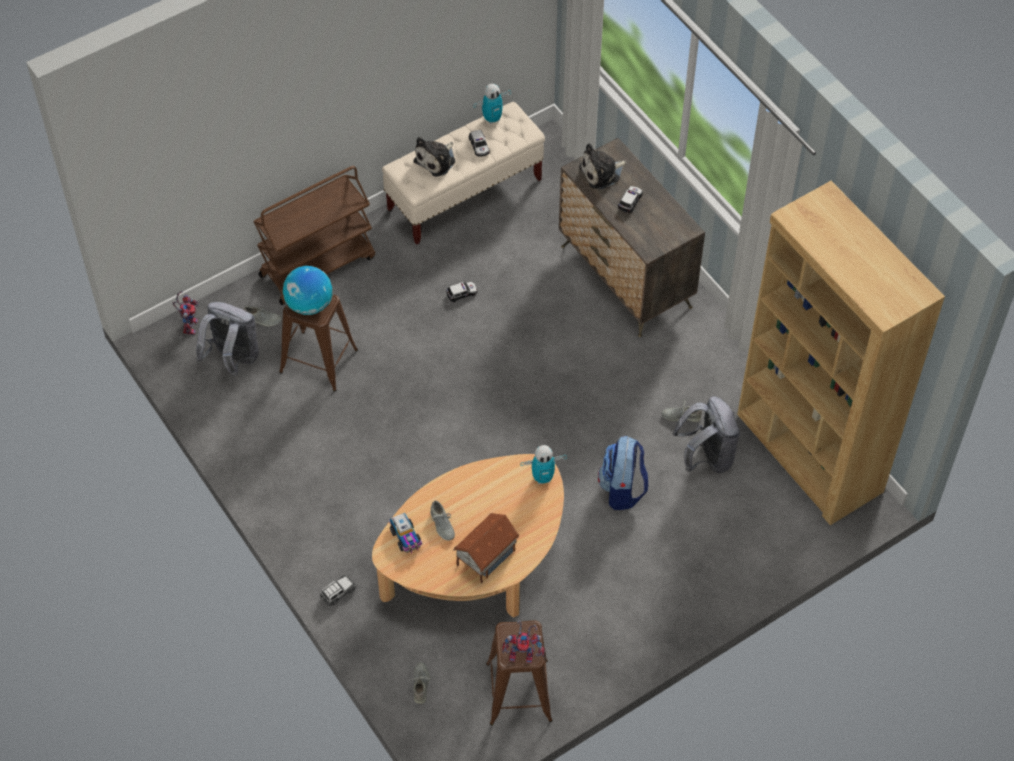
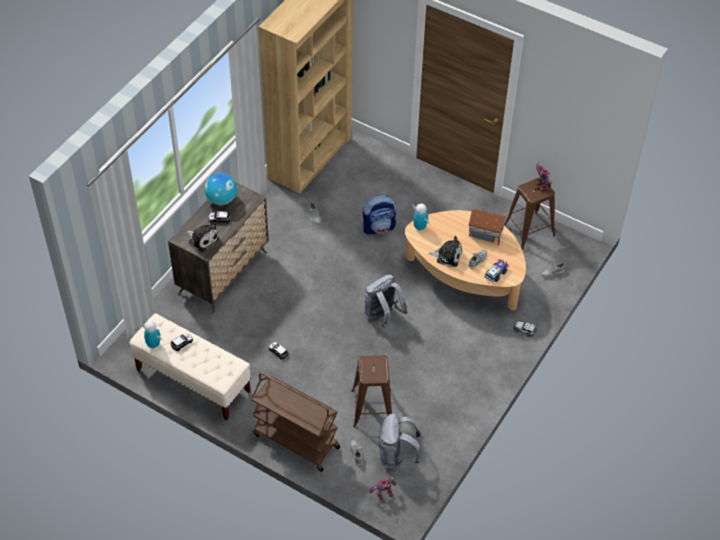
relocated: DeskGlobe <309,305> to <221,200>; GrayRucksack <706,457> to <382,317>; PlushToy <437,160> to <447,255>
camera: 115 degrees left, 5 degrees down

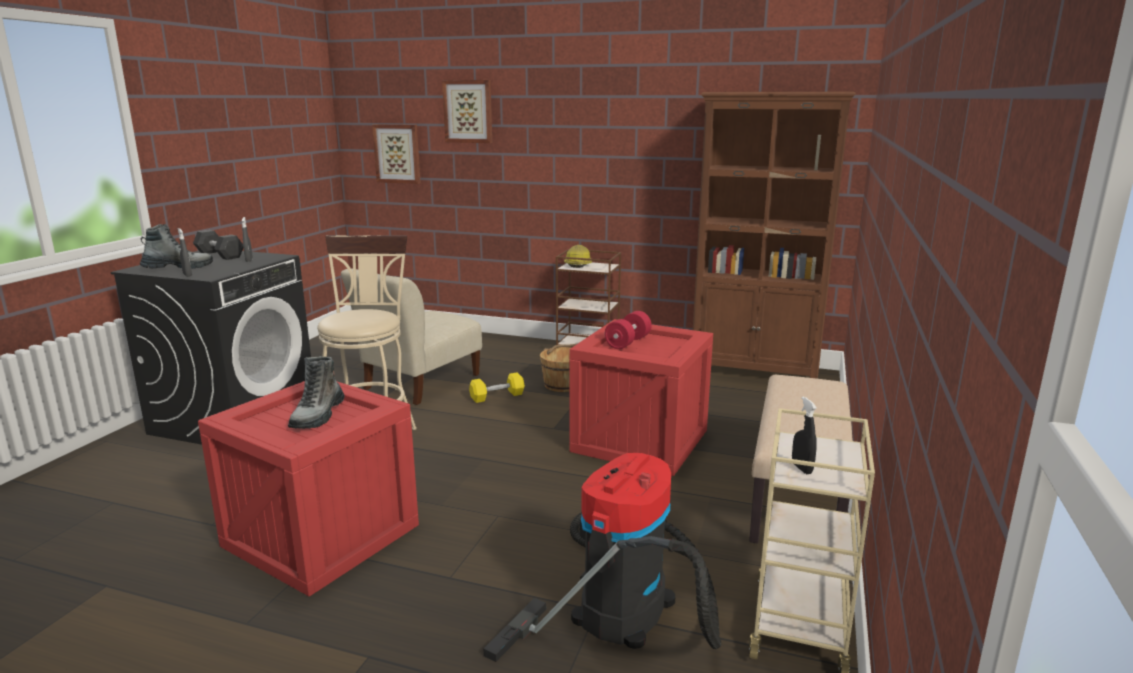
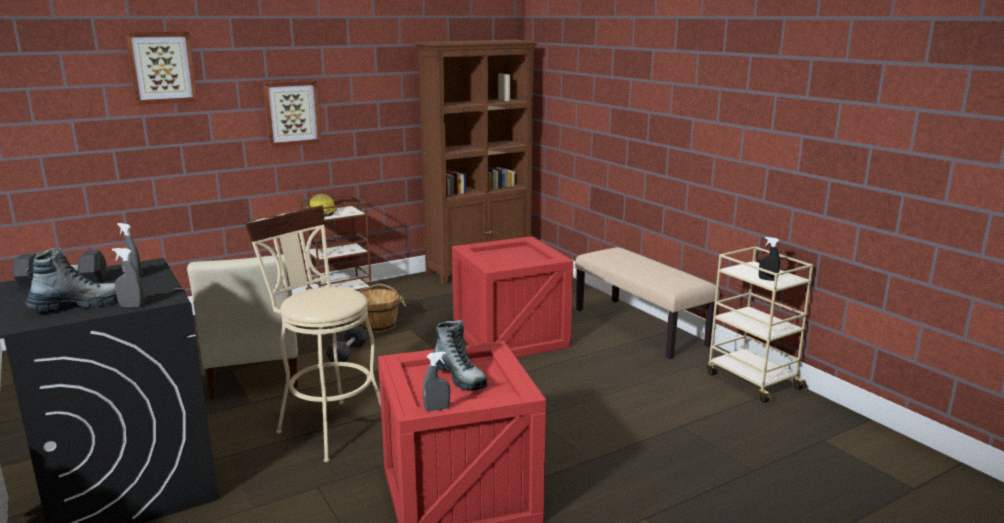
missing: VacuumCleaner <626,602>; ReddishHandWeight <628,342>
appeared: GraySprayBottle <437,409>
relocated: WallPicture <397,153> to <292,113>
colour: YellowHandWeight <497,396> to GrayHandWeight <348,353>
spun: HighTopBoot <178,268> = <78,305> 45 degrees clockwise
camera: 50 degrees left, 0 degrees up

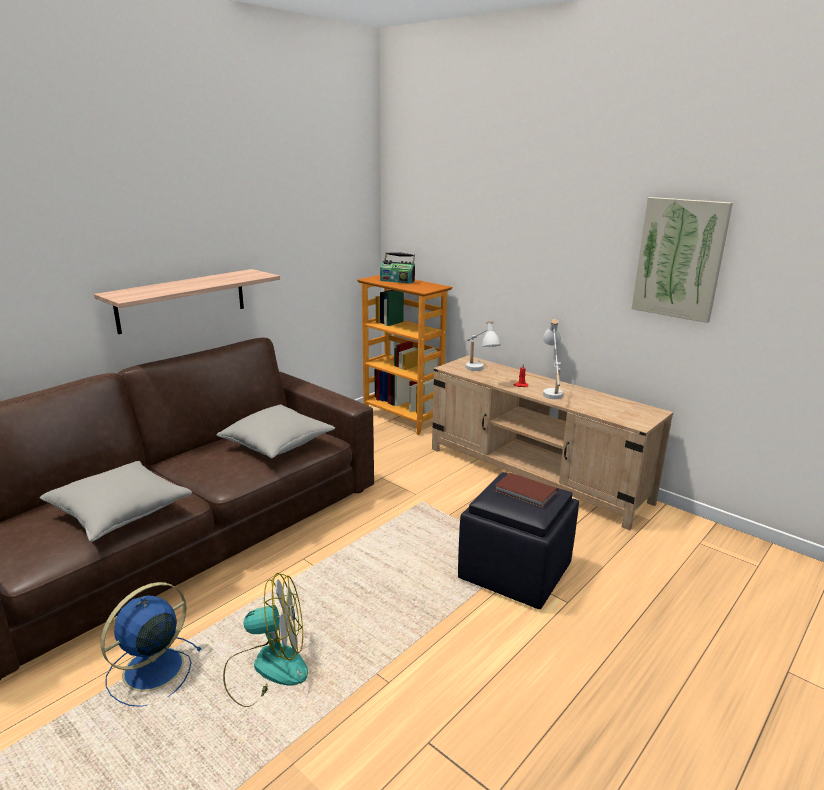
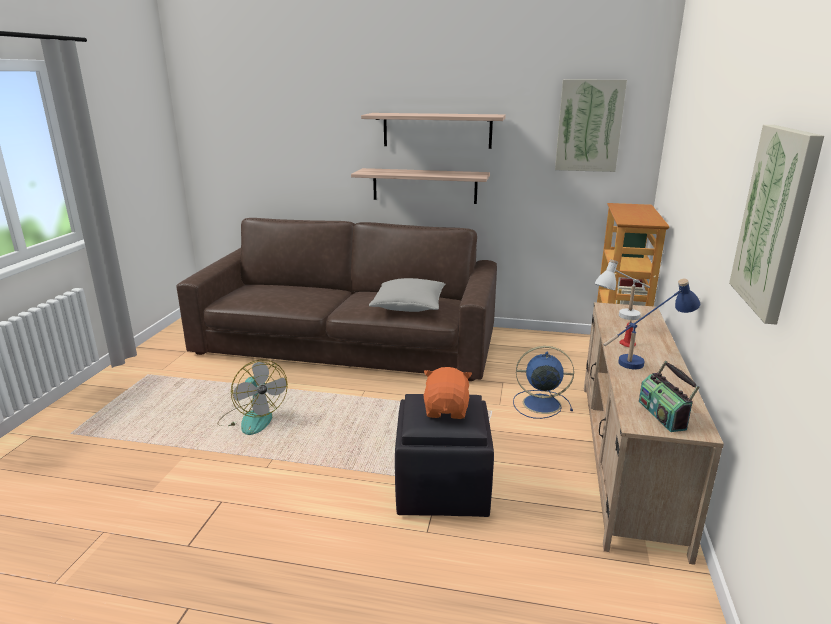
missing: GrayCushion <120,512>
appeared: Shelf <437,130>; WallPicture <589,126>
relocated: BlueColouredElectricFan <151,670> to <539,404>; Radio <397,281> to <663,415>
exchanged: BrownBoundBook <525,492> to OrangeyPlushToy <447,410>
colour: WhiteColouredTabletopLamp <551,390> to BlueColouredTabletopLamp <645,360>
camera: 60 degrees right, 0 degrees up

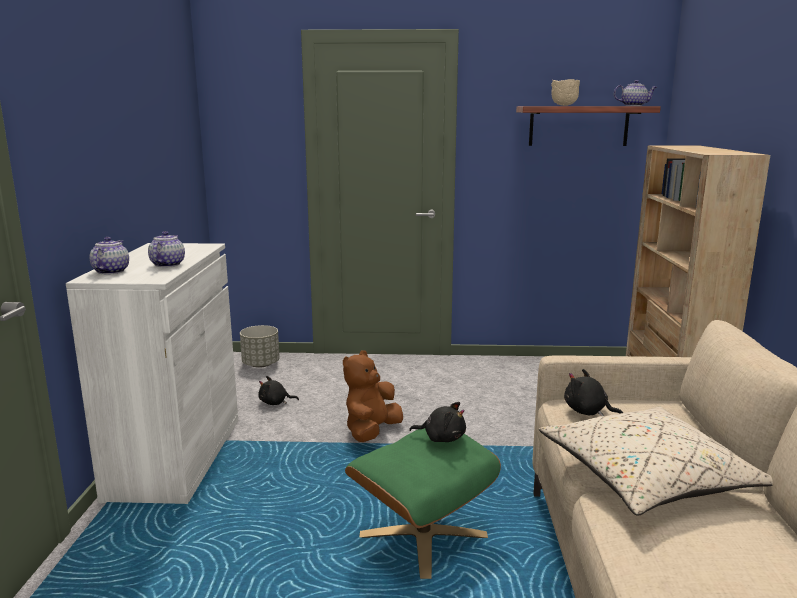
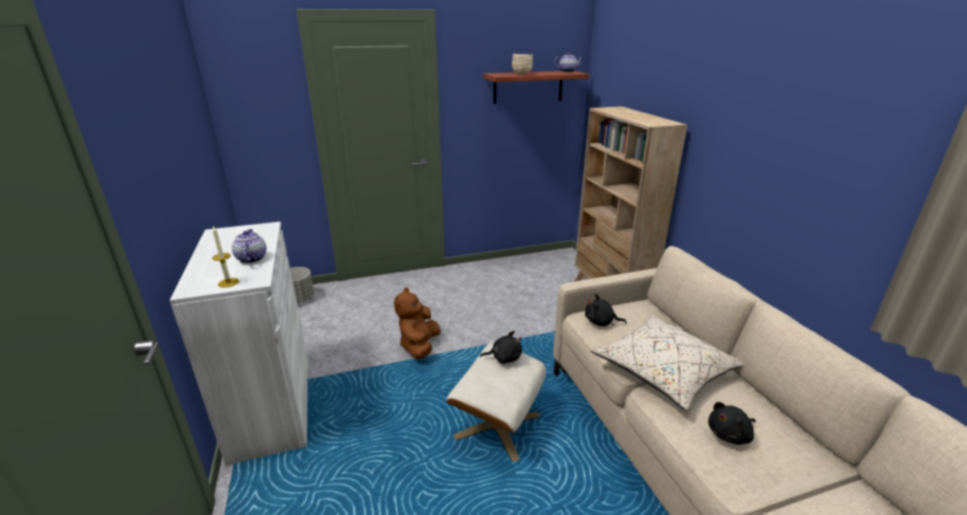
missing: Teapot <111,271>
appeared: WaxLight <228,282>
relocated: BlackColouredPlushToy <275,403> to <730,435>
colour: GreenColouredFootrest <423,535> to BeigeColouredFootrest <497,426>
camera: 20 degrees left, 10 degrees up

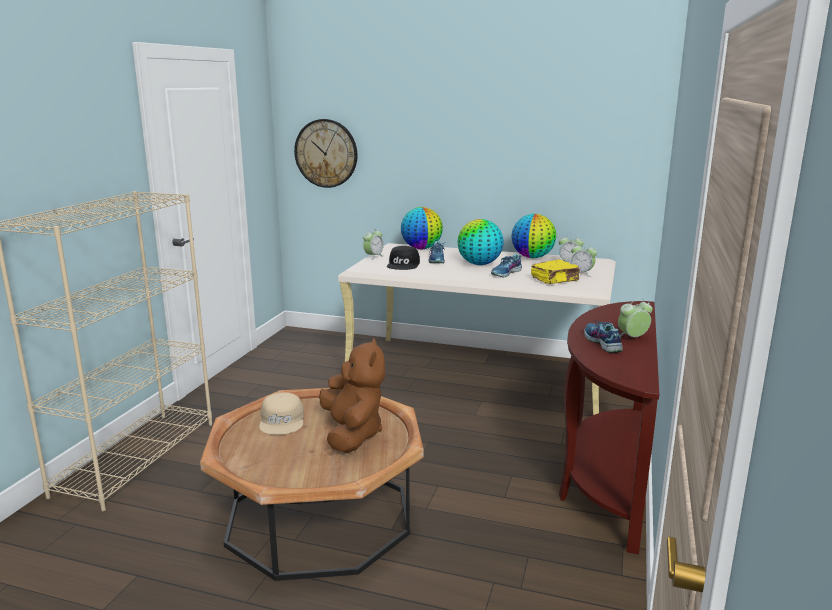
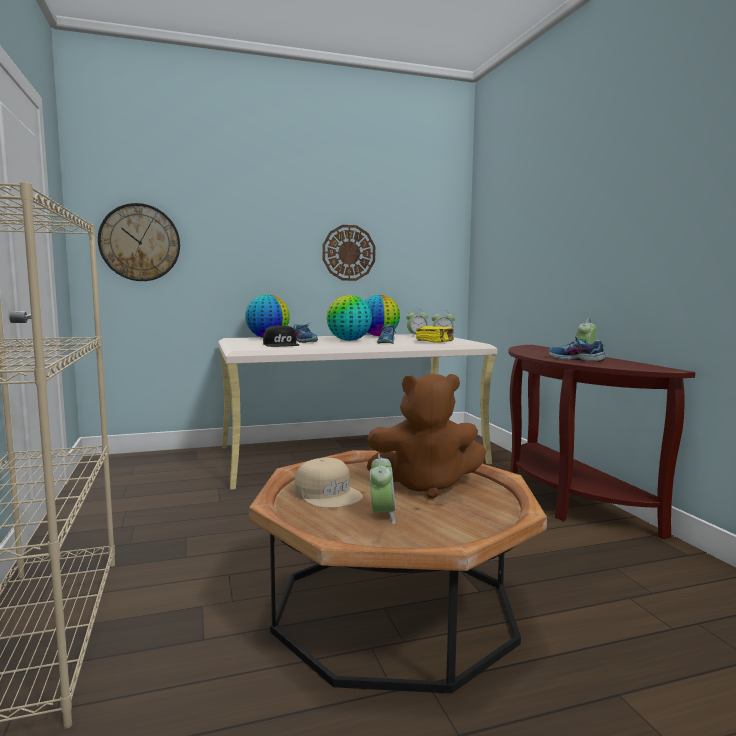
appeared: HangingClock <348,253>
relocated: AlarmClock <373,257> to <382,515>
spun: BrownPlushToy <352,434> = <425,485> 135 degrees clockwise
camera: 35 degrees left, 10 degrees down

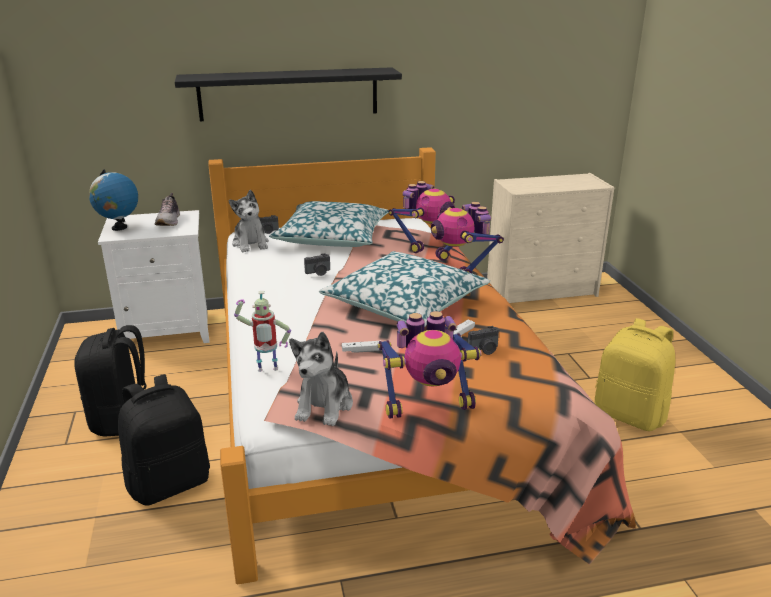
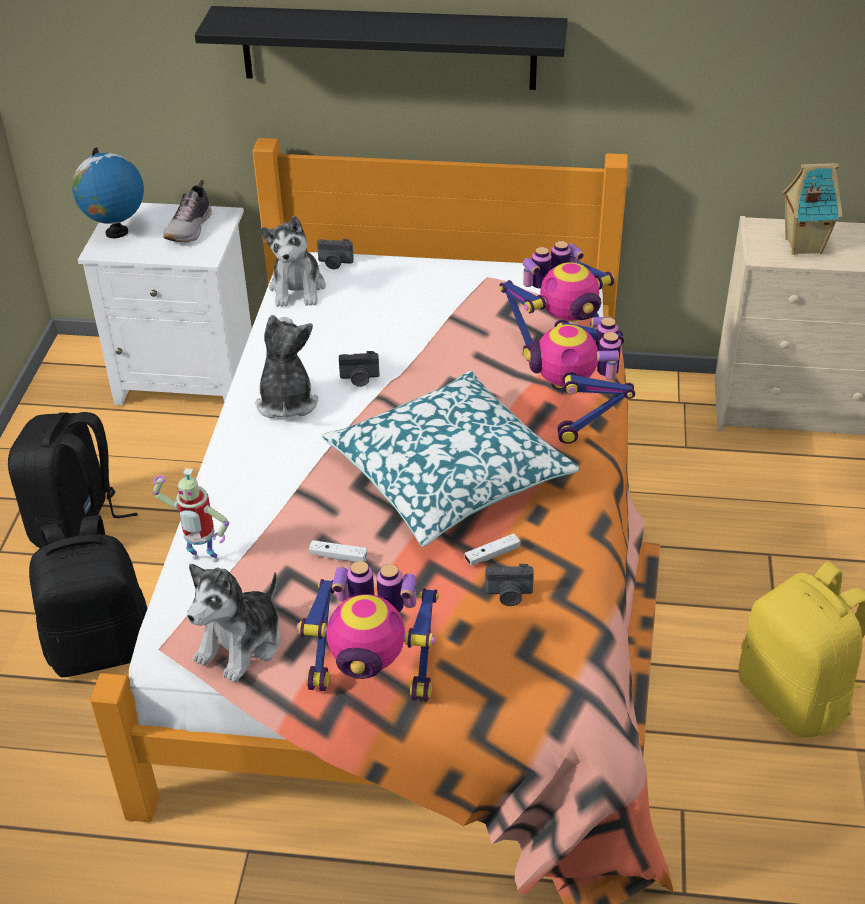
missing: Cushion <332,237>
appeared: PlushToy <286,402>; MiniatureHouse <802,245>
camera: 20 degrees right, 15 degrees up

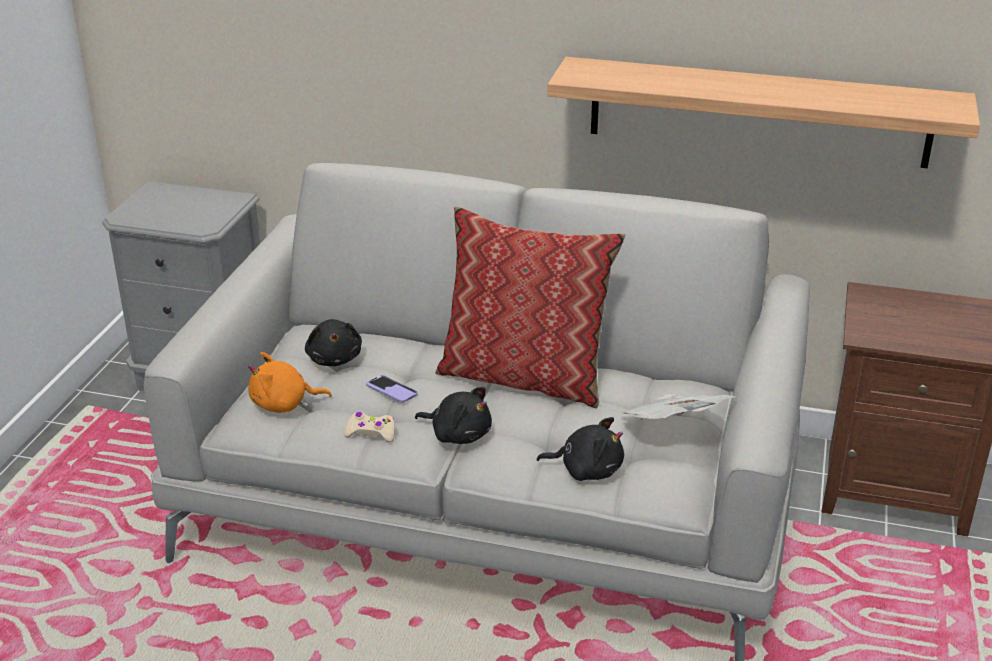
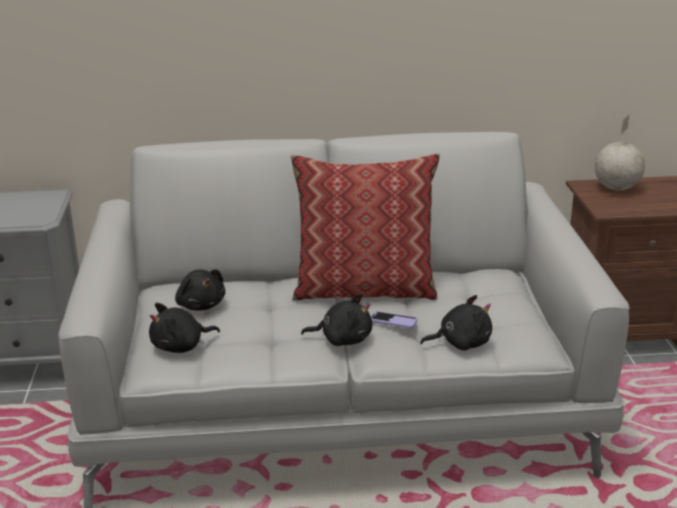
missing: BeigeColouredGameController <371,433>; Shelf <758,112>; PrintedPaper <674,429>
appeared: DeskGlobe <616,188>
relocated: Phone <391,390> to <393,321>
colour: OrangeyPlushToy <284,404> to BlackColouredPlushToy <181,346>
camera: 20 degrees left, 5 degrees down

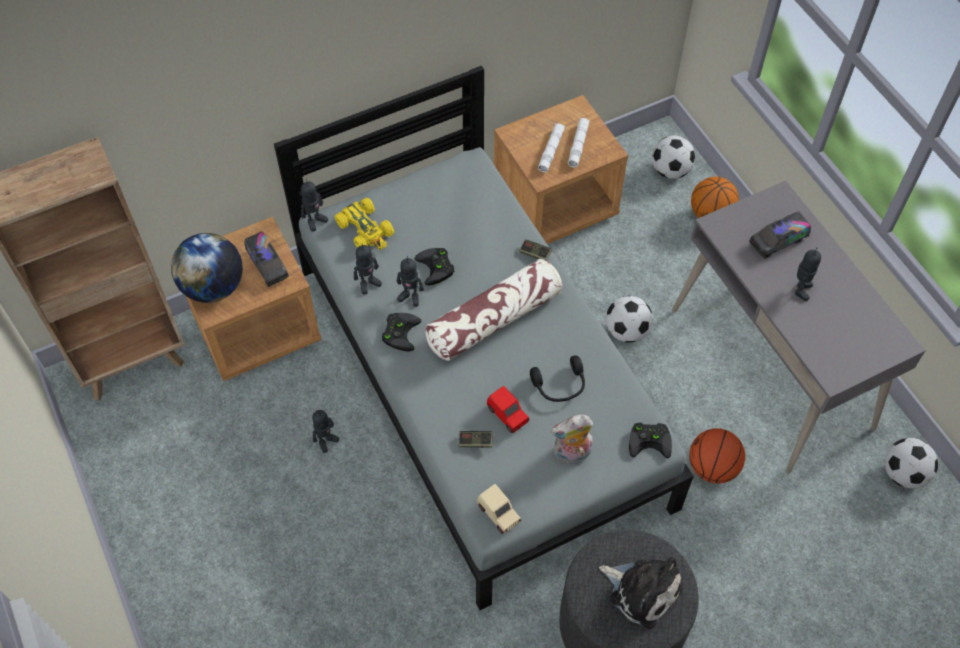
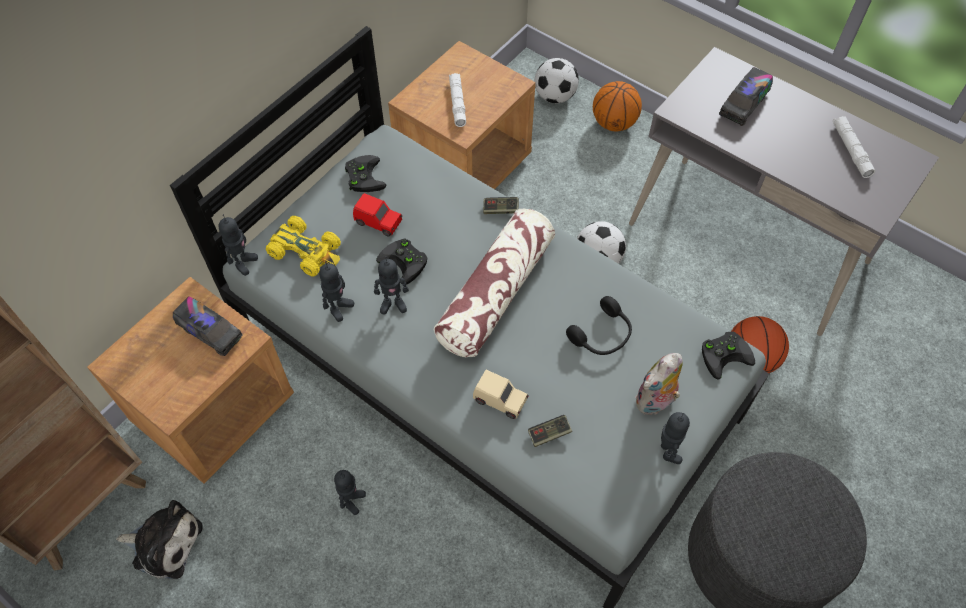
missing: DeskGlobe <214,287>; FootballBall <903,473>
relocated: PlushToy <641,590> to <164,543>; BlackColouredGameController <399,331> to <363,176>; ReddishModelCar <508,415> to <379,222>; BeigeColouredModelCar <499,514> to <500,400>; ModelRobot <800,289> to <667,451>; WhiteColouredFlashlight <578,145> to <851,150>
camera: 25 degrees left, 0 degrees up

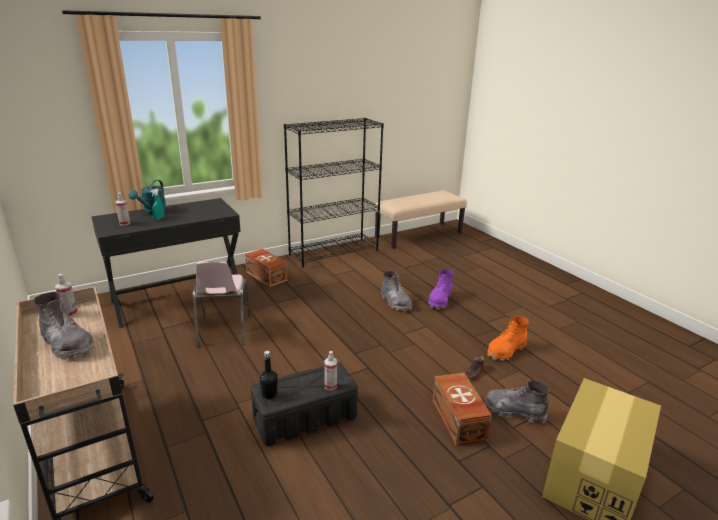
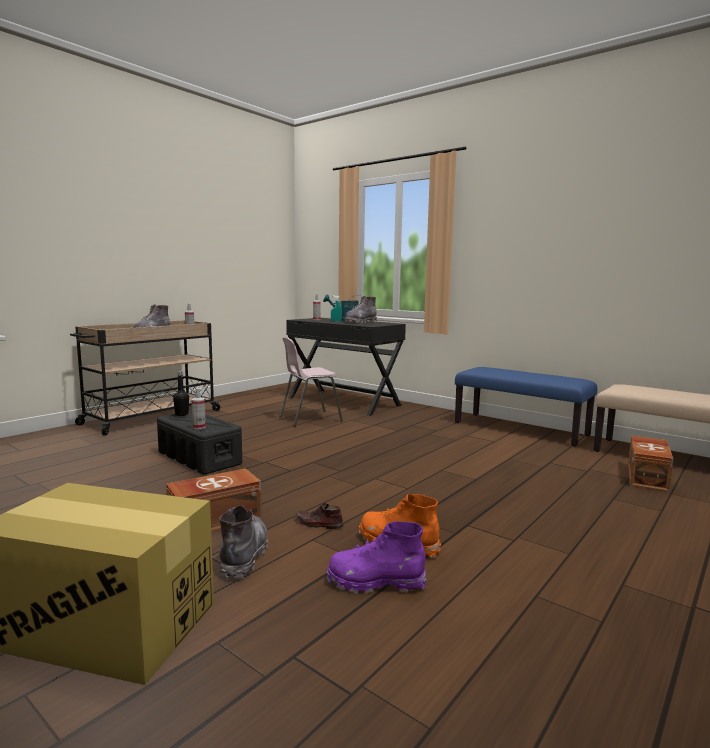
relocated: PurpleColouredHighTopBoot <440,300> to <375,582>; GrayHighTopBoot <395,302> to <360,322>; BrownStorageBin <266,276> to <648,477>
exchanged: BlackColouredBookcase <334,252> to BlueColouredBench <520,429>
camera: 70 degrees right, 15 degrees down

